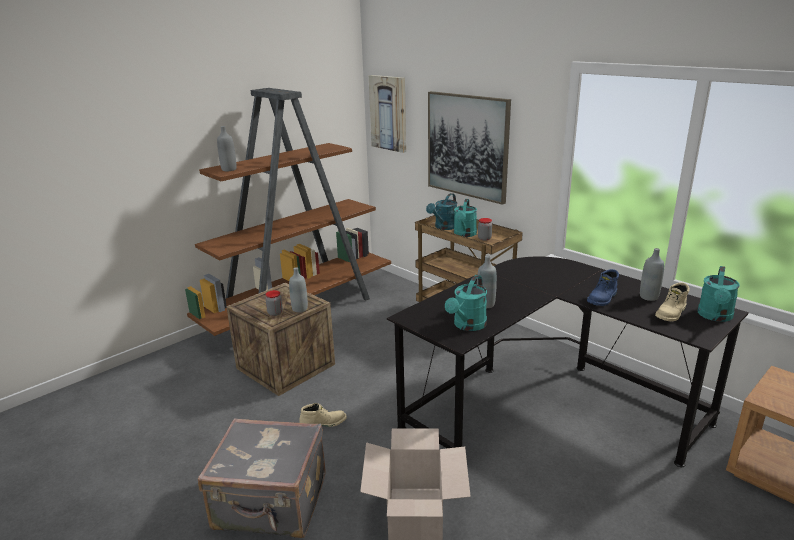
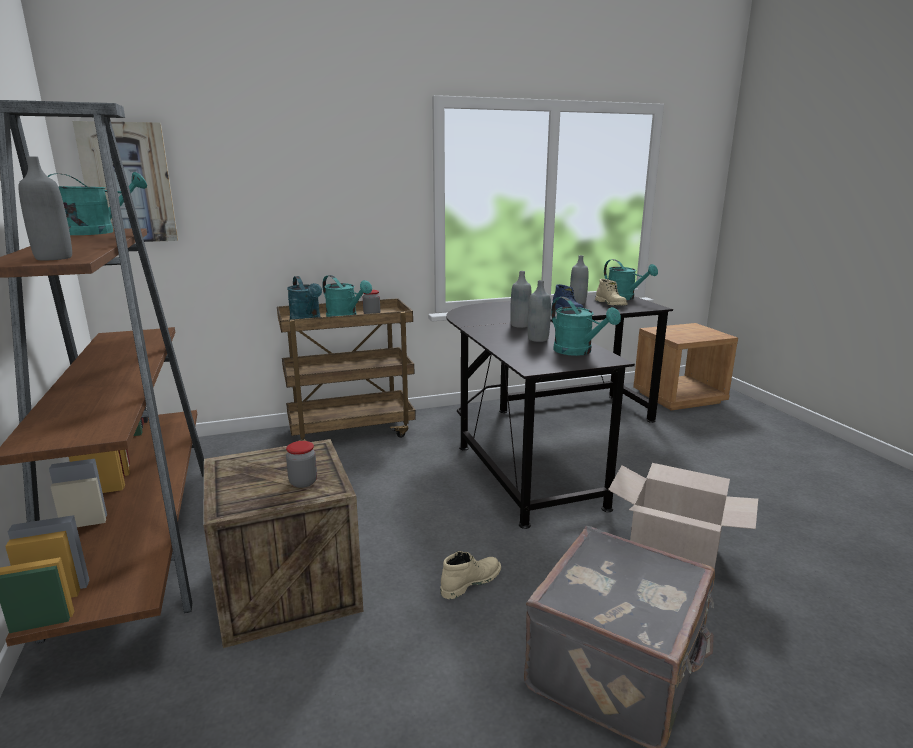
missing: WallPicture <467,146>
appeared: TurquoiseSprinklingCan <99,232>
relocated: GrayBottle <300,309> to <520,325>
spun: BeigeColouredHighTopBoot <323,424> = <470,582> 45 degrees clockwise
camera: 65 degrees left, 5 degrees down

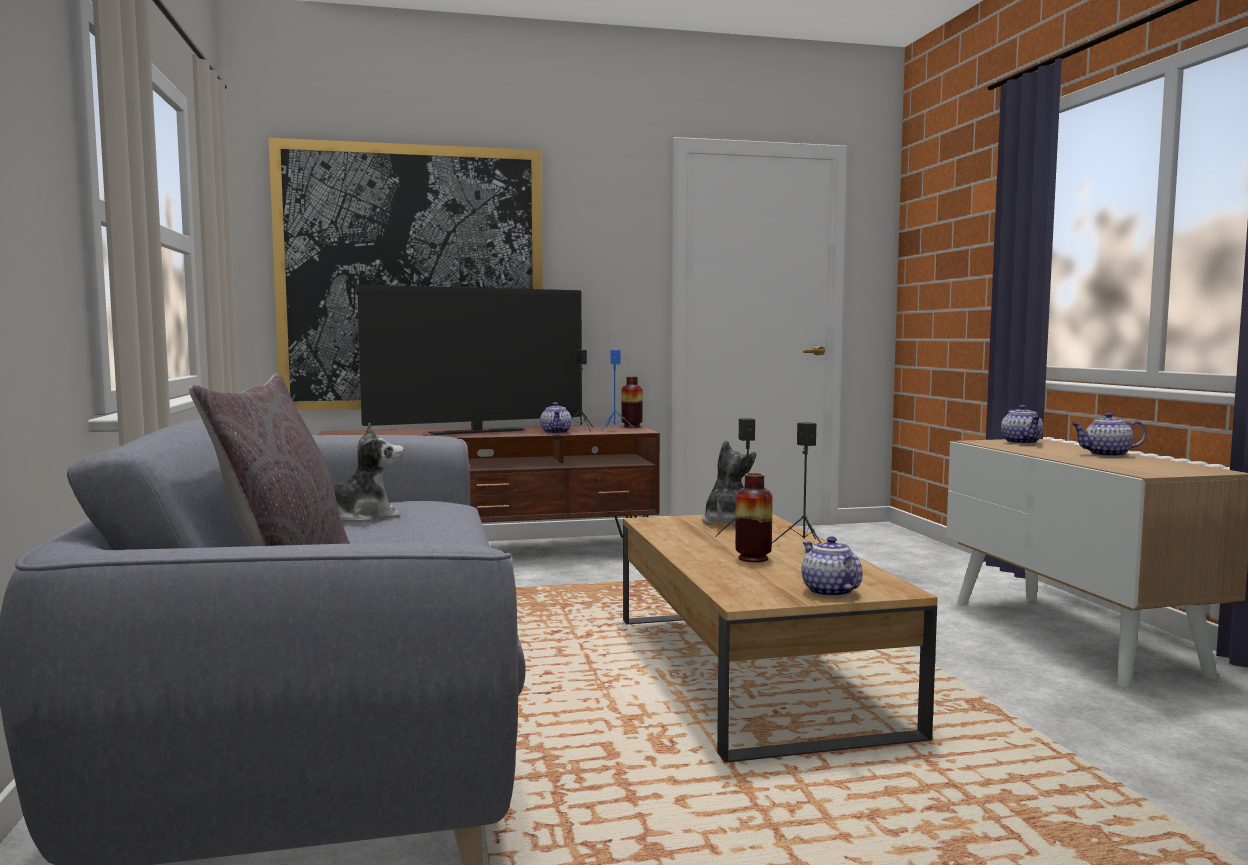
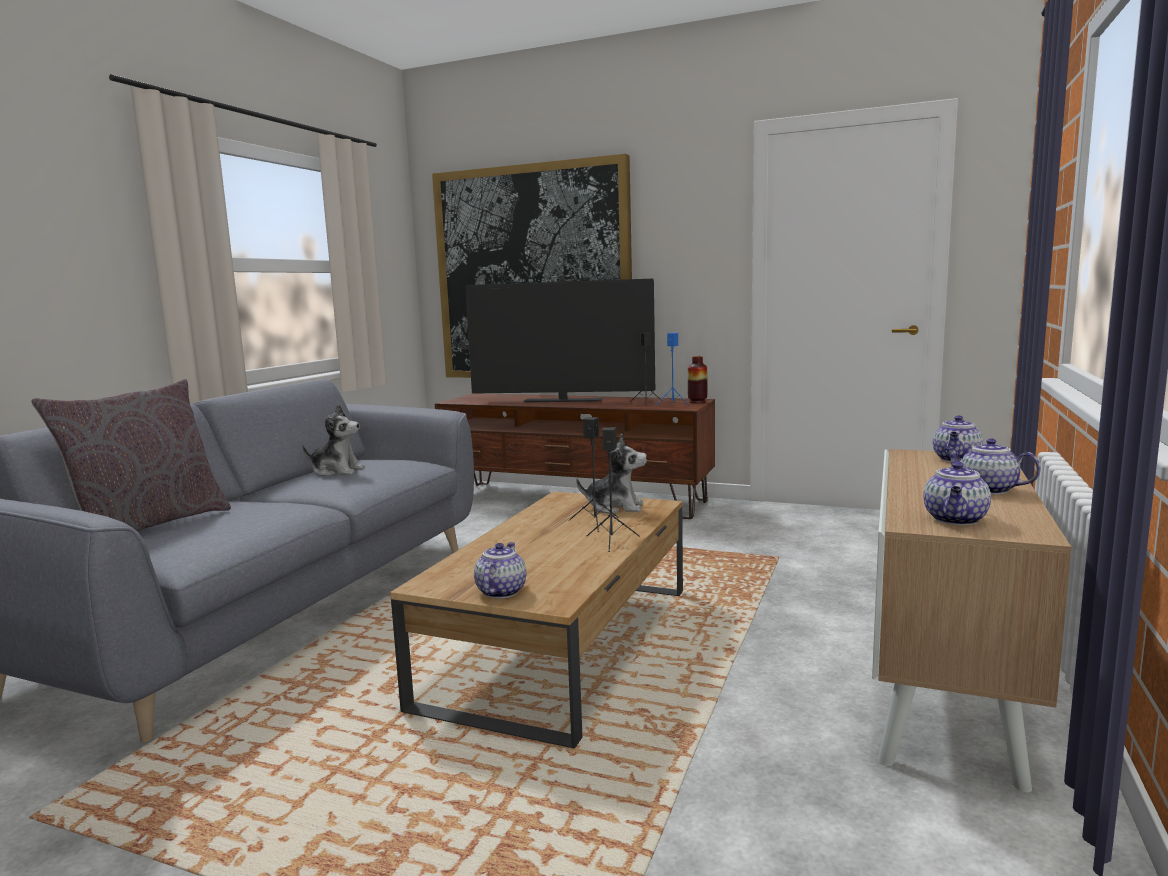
missing: Vase <753,558>
relocated: Teapot <556,432> to <955,520>
spun: PlushToy <727,522> = <615,507> 45 degrees clockwise
camera: 35 degrees right, 5 degrees up

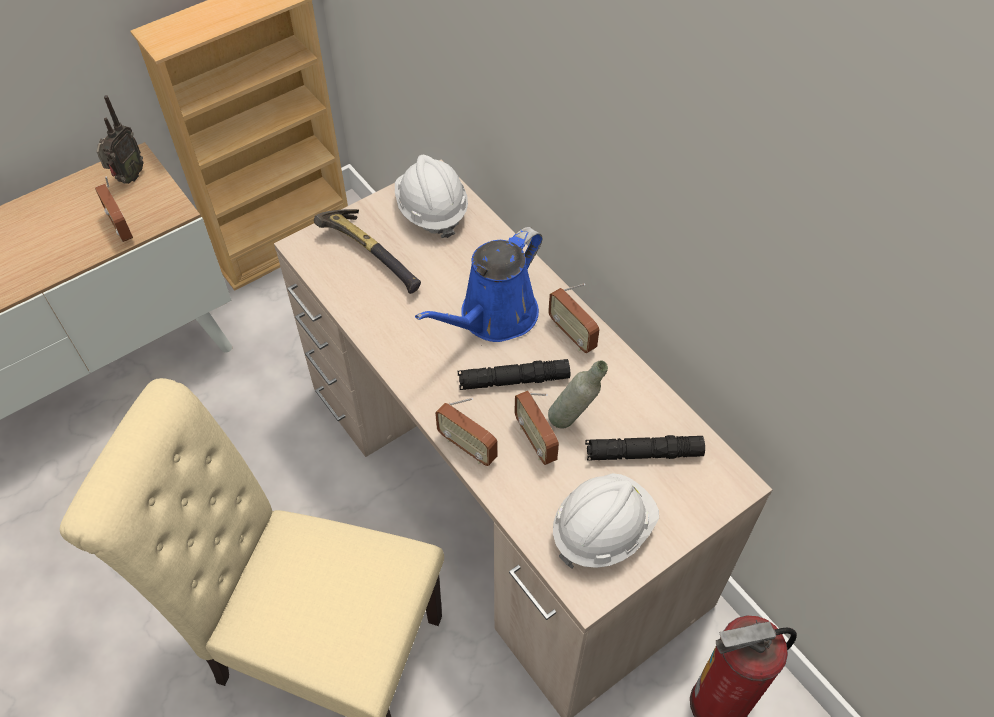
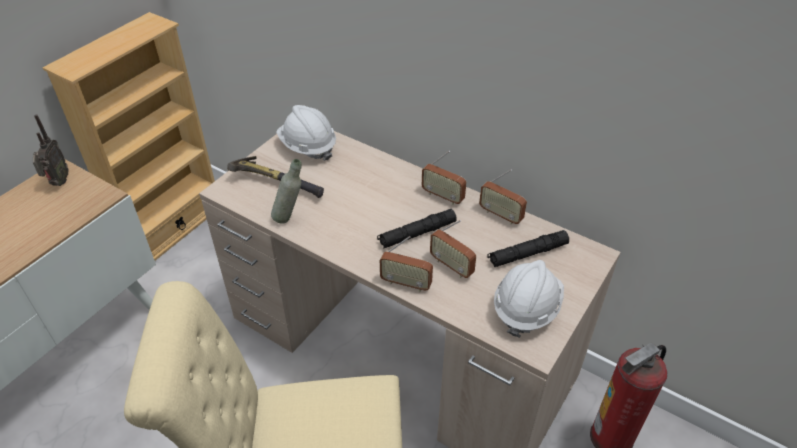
missing: BlueColouredSprinklingCan <493,317>
relocated: GrayBottle <573,421> to <290,218>; Radio <121,227> to <500,215>
camera: 20 degrees left, 10 degrees down

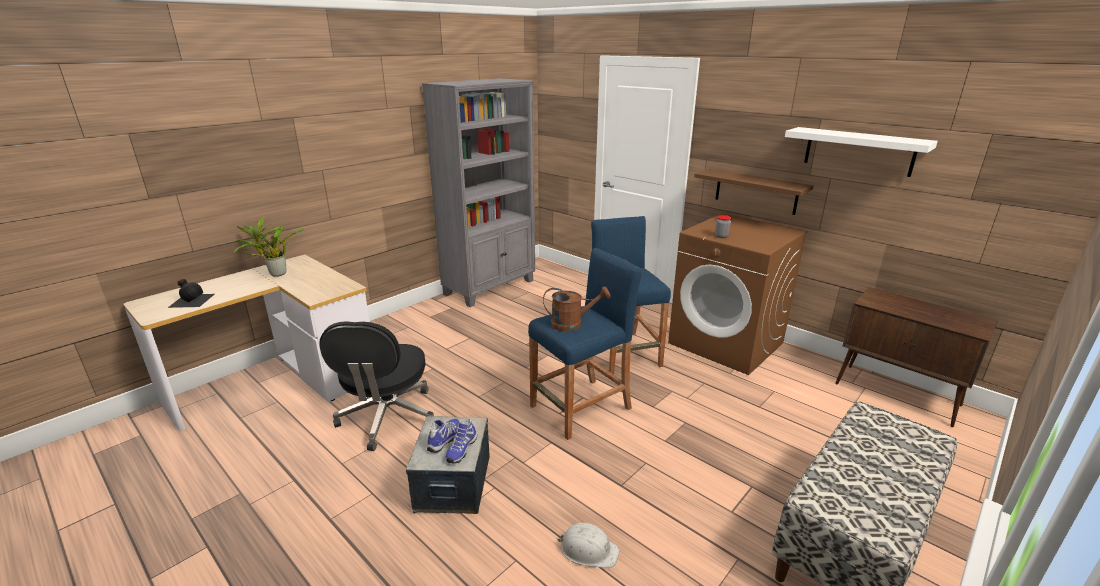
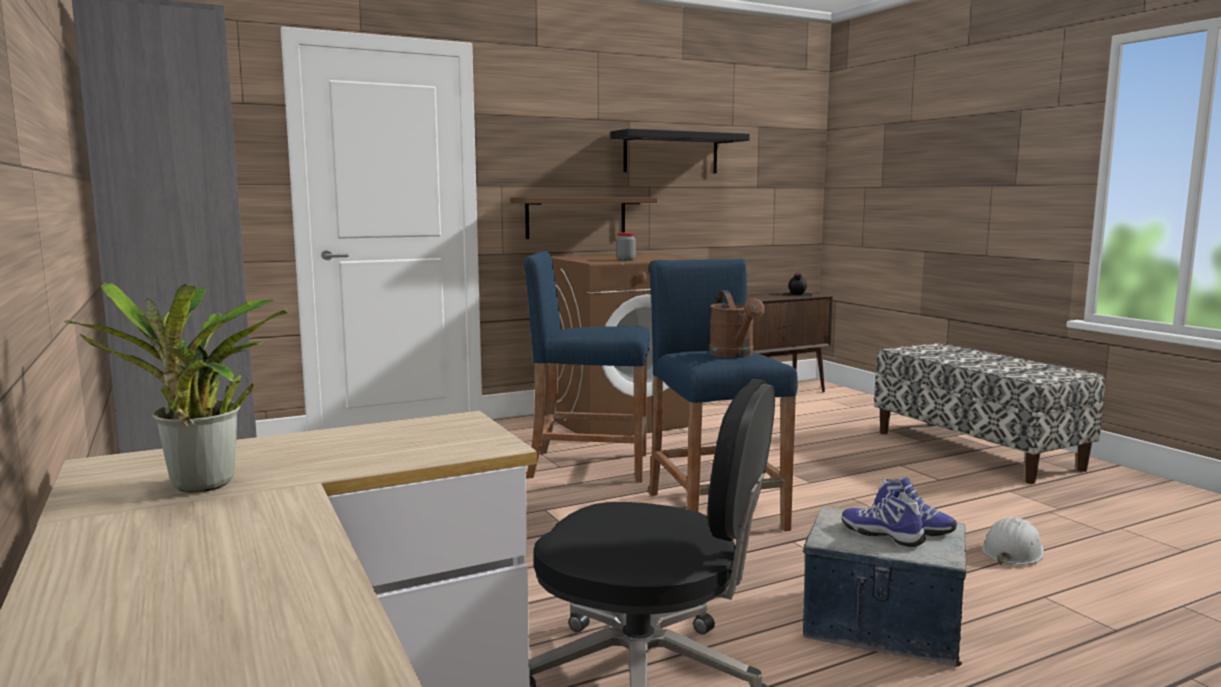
relocated: BlackColouredBottle <191,300> to <796,294>
colour: WhiteColouredShelf <858,151> to BlackColouredShelf <671,153>
spun: BrownSprinklingCan <572,324> = <735,355> 150 degrees clockwise
camera: 70 degrees left, 15 degrees down

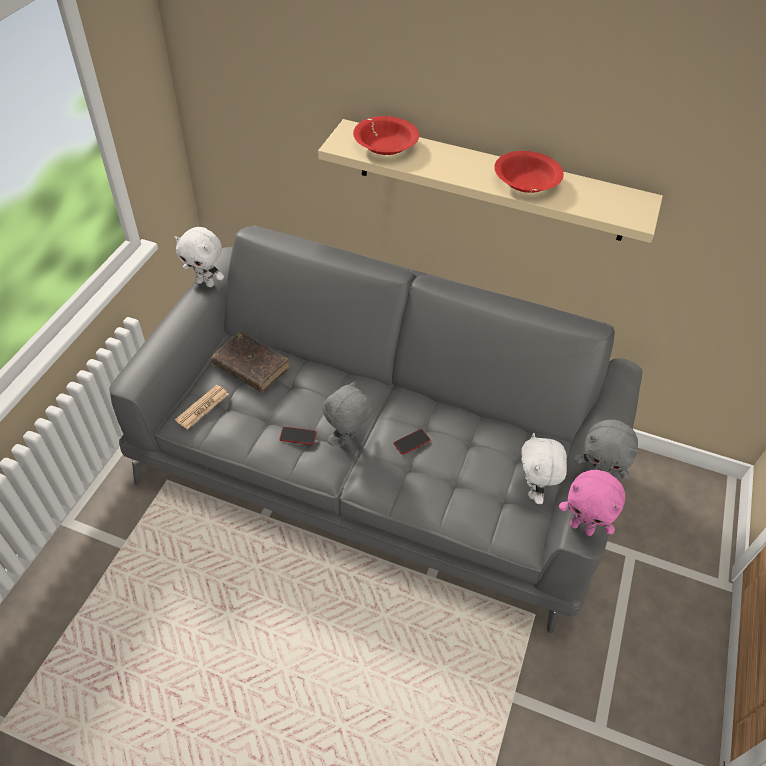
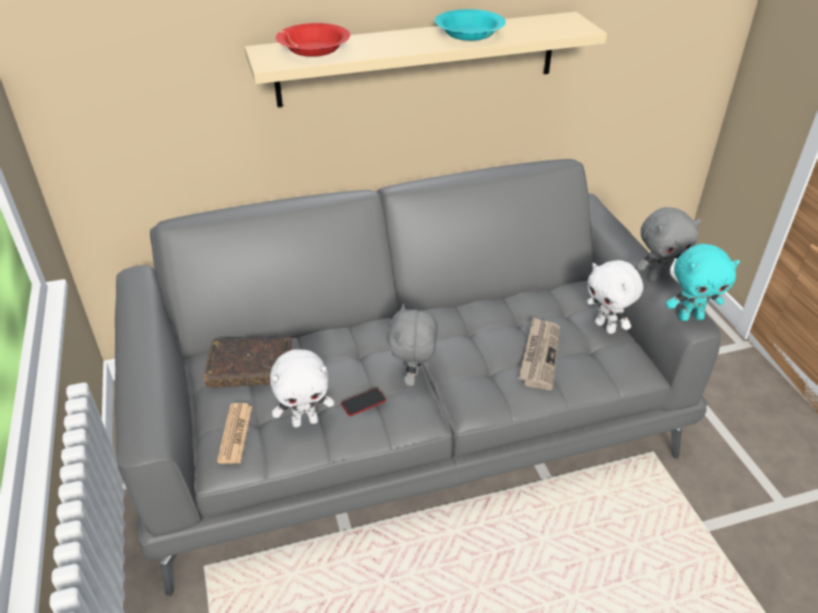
missing: Phone <411,442>
appeared: PrintedPaper <539,355>
relocated: WhiteColouredPlushToy <206,283> to <305,421>
colour: ReddishDeepDish <526,181> to TurquoiseDeepDish <469,34>; PinkColouredPlushToy <582,527> to TurquoisePlushToy <690,317>
camera: 35 degrees left, 10 degrees down

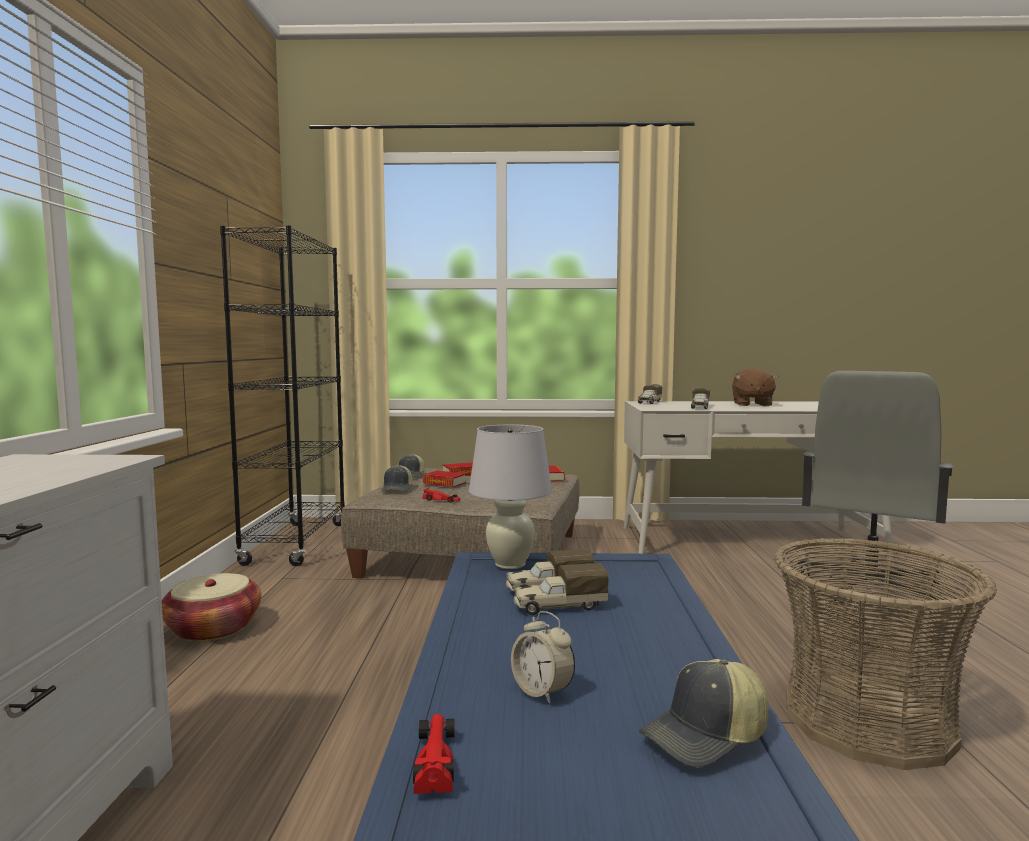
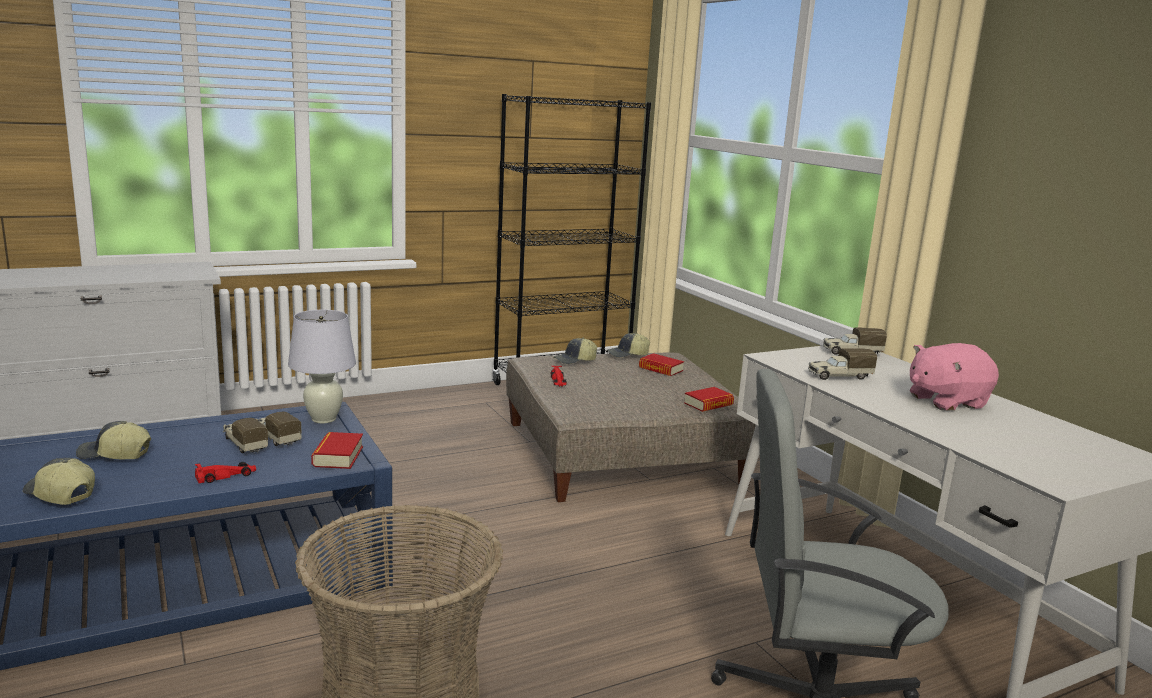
missing: Basket <213,629>
relocated: ReddishModelCar <435,757> to <226,476>; BoundBook <444,483> to <338,456>
exchanged: AlarmClock <542,691> to BaseballCap <114,455>
colour: BrownPlushToy <751,404> to PinkColouredPlushToy <945,401>
camera: 60 degrees right, 10 degrees up

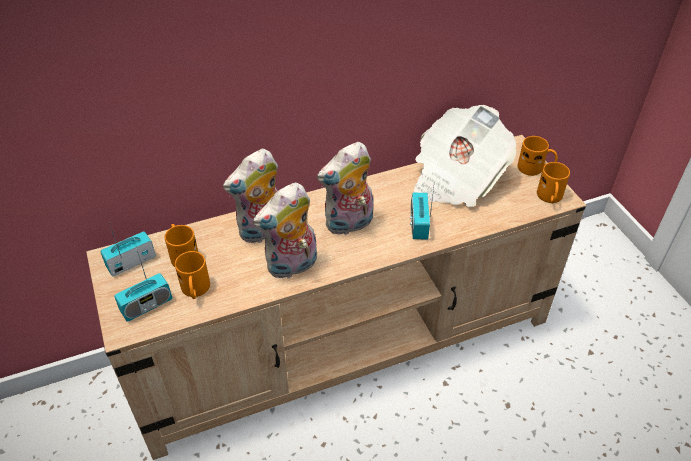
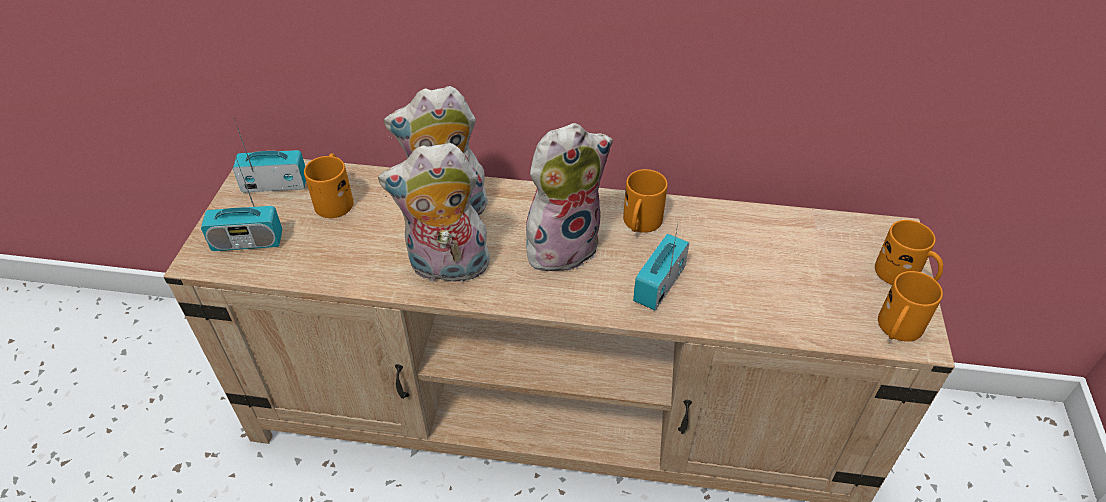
missing: PrintedPaper <456,177>
relocated: OrangeyCoffeeMug <196,290> to <640,224>
spun: PlushToy <349,224> = <562,245> 150 degrees clockwise
camera: 30 degrees right, 0 degrees up

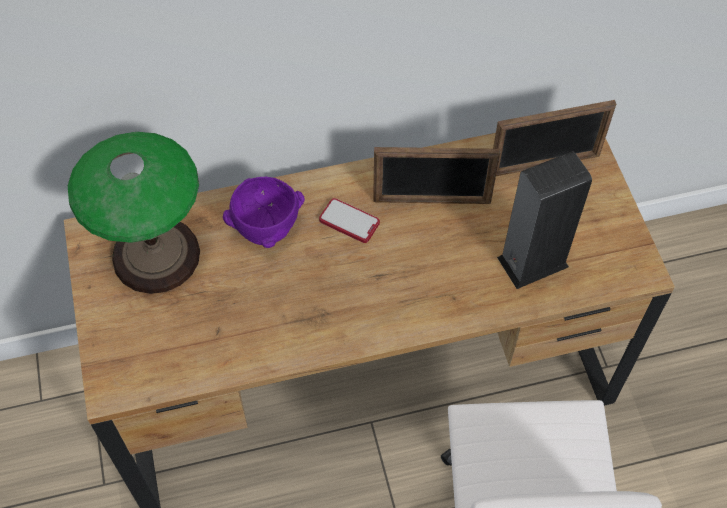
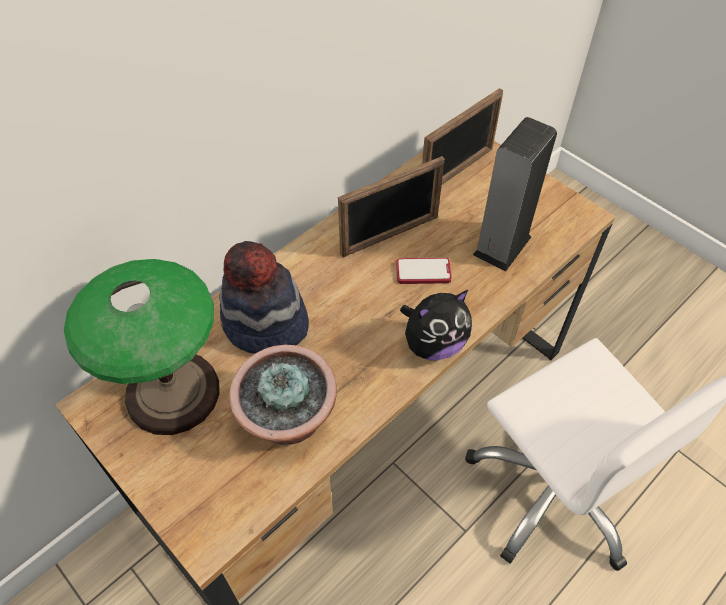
appeared: PottedPlant <288,420>; PlushToy <433,344>
relocated: Phone <349,221> to <423,272>
exchanged: PurpleColouredDeepDish <265,232> to ClothingHat <265,324>
camera: 30 degrees left, 5 degrees down

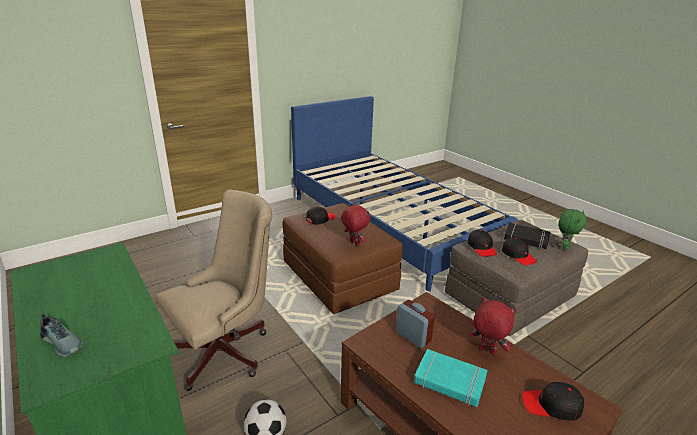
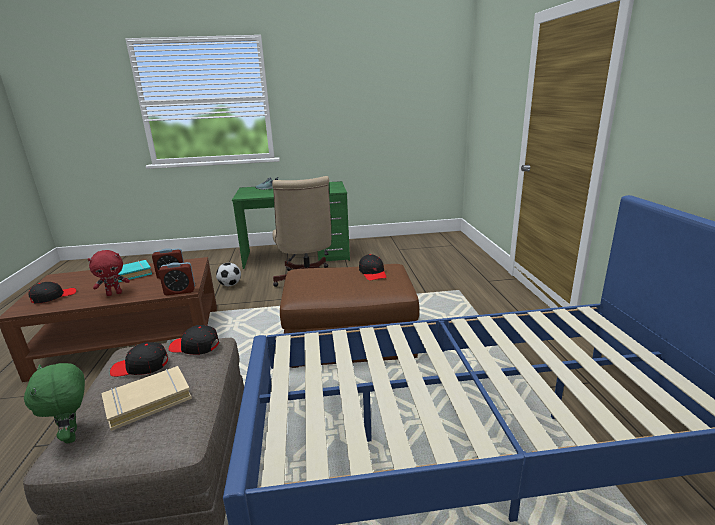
missing: ReddishPlushToy <354,243>
appeared: AlarmClock <180,291>
colour: BlackColouredBoundBook <526,239> to BeigeColouredBoundBook <148,401>
camera: 120 degrees right, 5 degrees down

